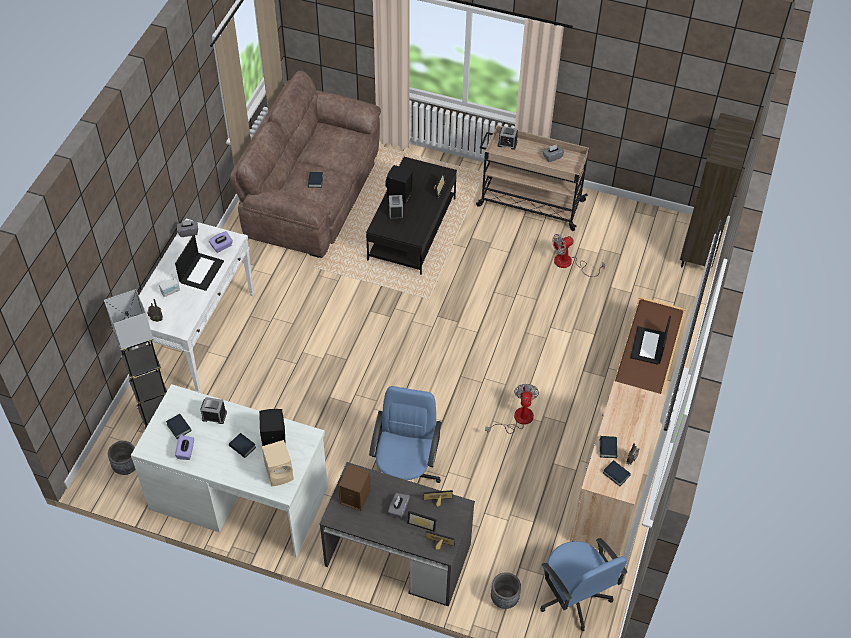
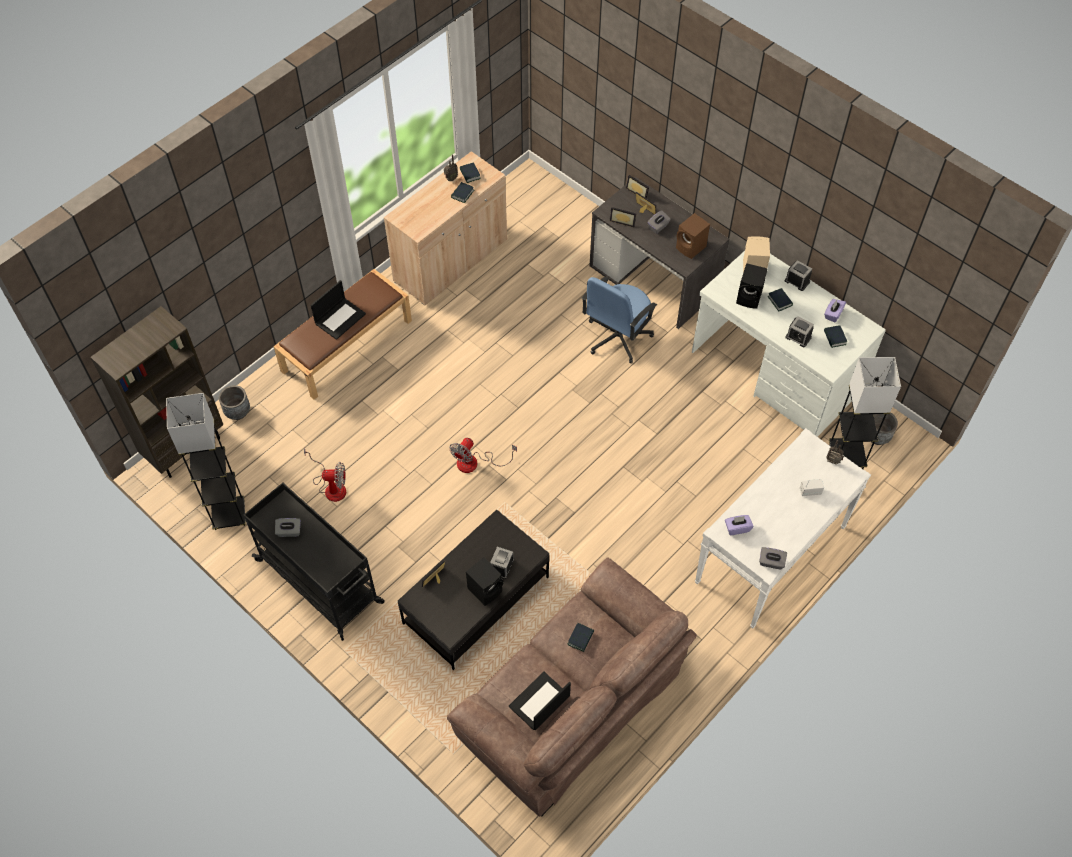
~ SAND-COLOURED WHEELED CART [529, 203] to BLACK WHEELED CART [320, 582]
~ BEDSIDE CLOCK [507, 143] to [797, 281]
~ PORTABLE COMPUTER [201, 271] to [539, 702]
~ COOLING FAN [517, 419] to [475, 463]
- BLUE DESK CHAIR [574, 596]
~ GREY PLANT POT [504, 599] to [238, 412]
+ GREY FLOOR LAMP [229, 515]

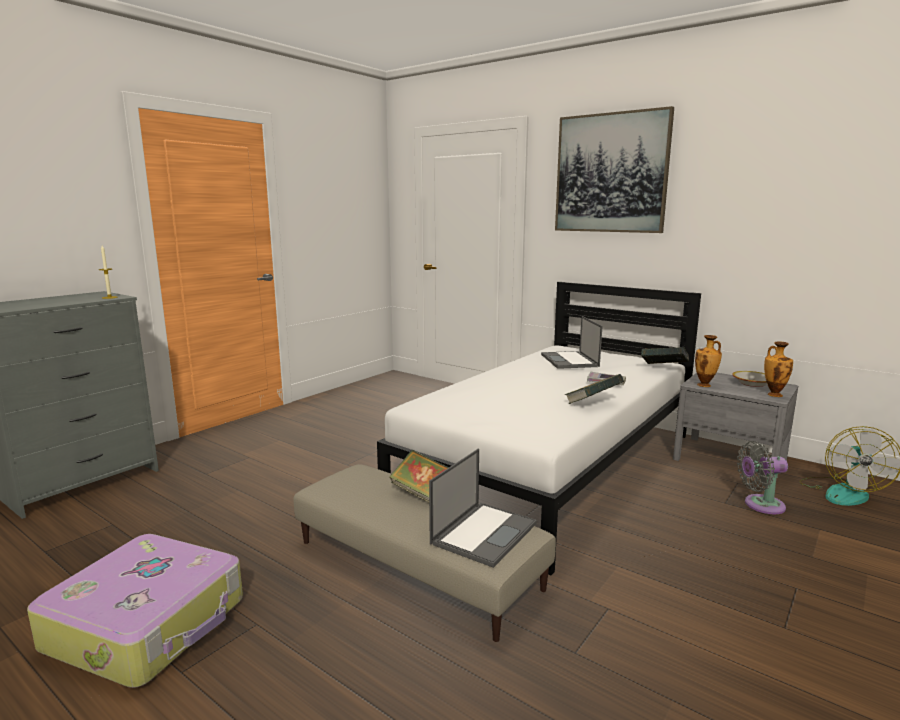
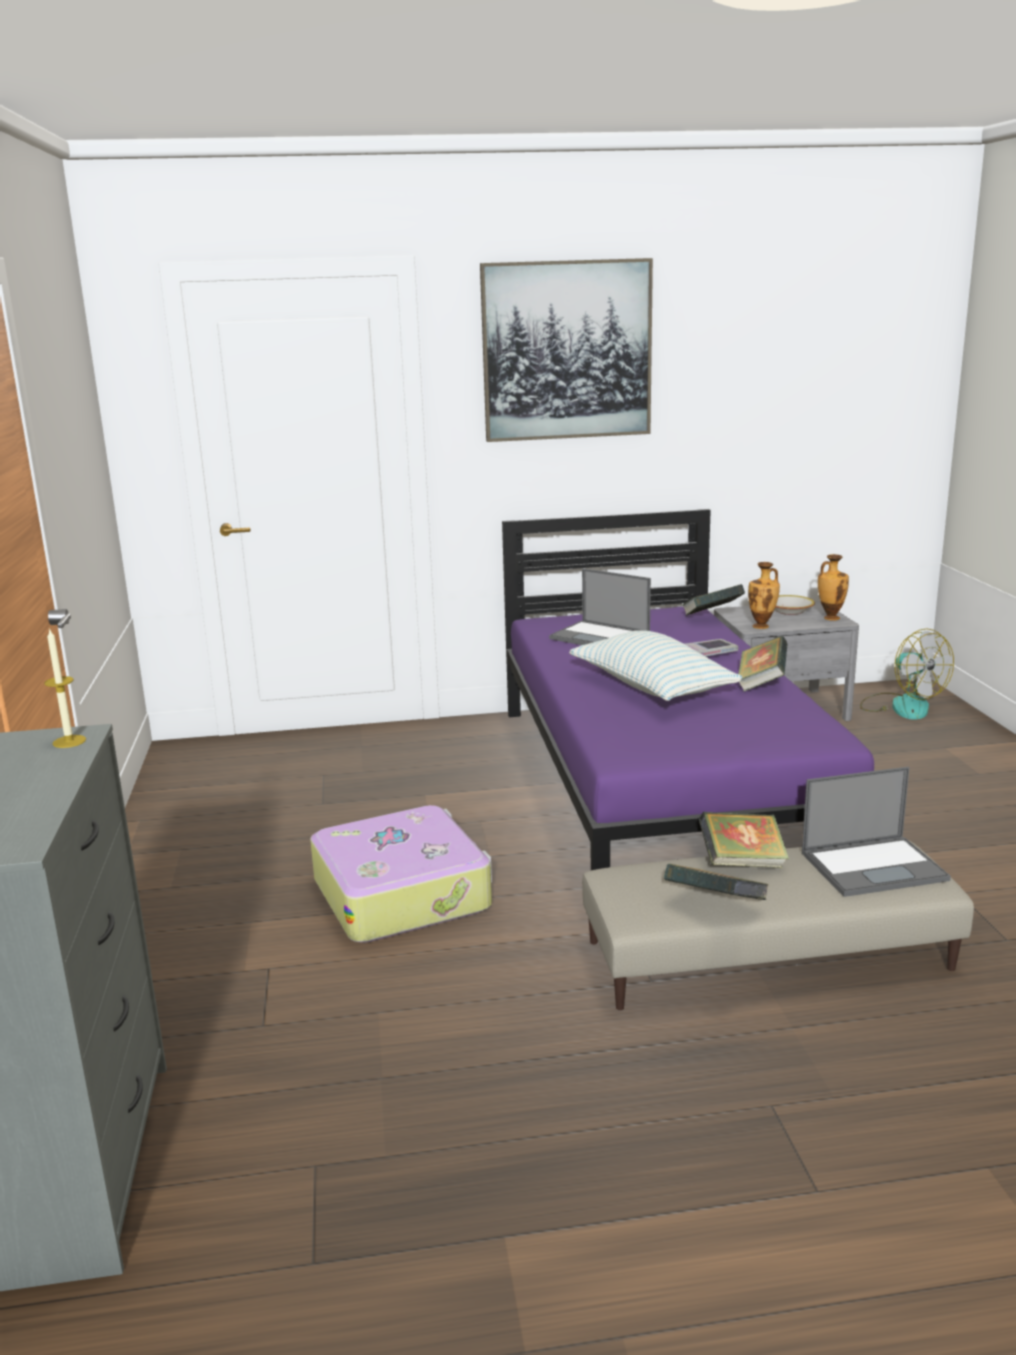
~ WHITE-COLOURED BEDROOM BED [553, 466] to PURPLE-COLOURED BEDROOM BED [660, 788]
- GREY COOLING FAN [760, 505]
~ PORTABLE COMPUTER [484, 533] = [874, 866] 90 degrees clockwise
~ TRAVEL CASE [149, 624] to [403, 893]
+ THROW PILLOW [652, 688]
+ BOOK [715, 906]

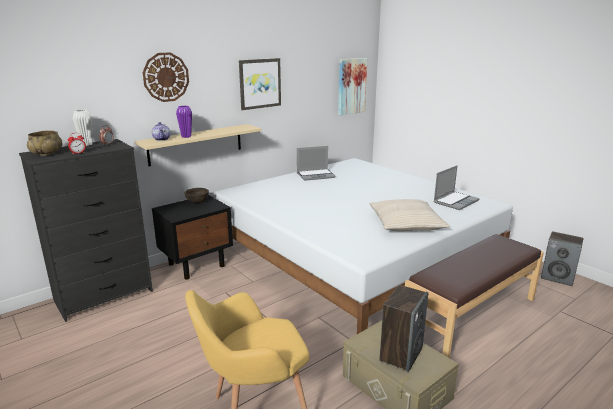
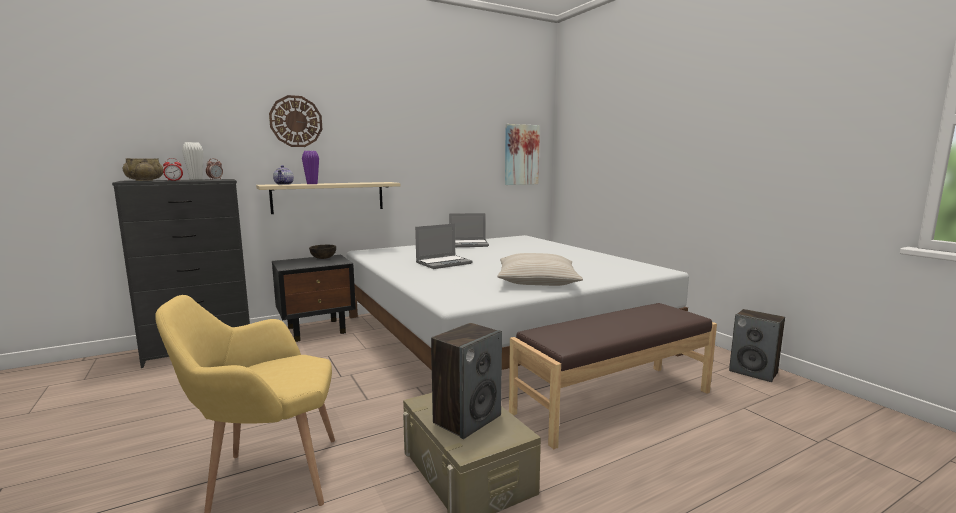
- WALL ART [259, 83]
~ PORTABLE COMPUTER [455, 201] to [444, 263]

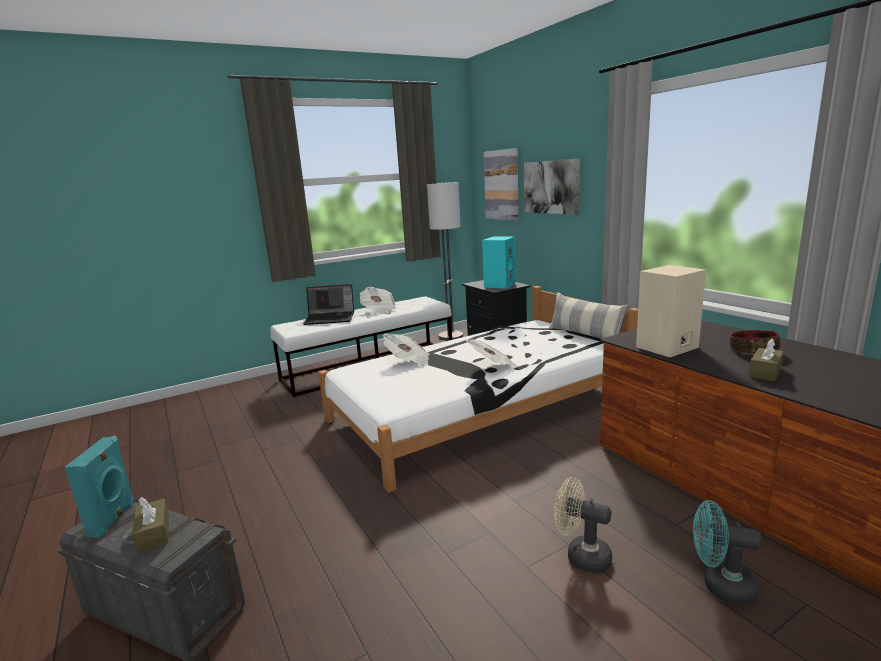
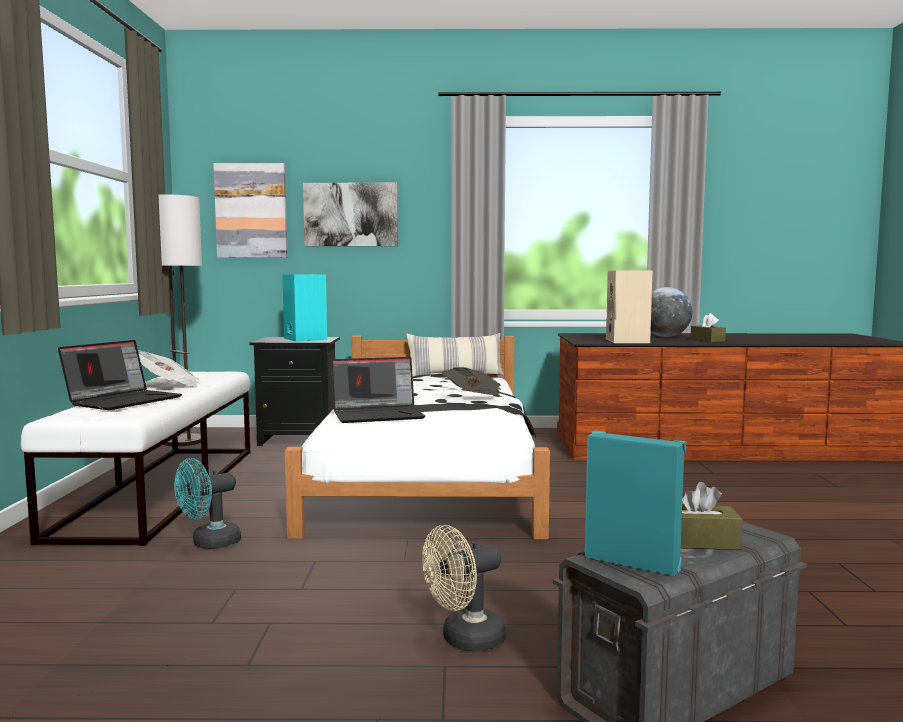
~ SERVING BOWL [753, 350] to WORLD GLOBE [665, 337]
~ DAILY PAPER [408, 361] to PORTABLE COMPUTER [379, 415]
~ SAND-COLOURED COOLING FAN [581, 556] to [464, 640]
~ TURQUOISE-COLOURED COOLING FAN [720, 585] to [209, 543]

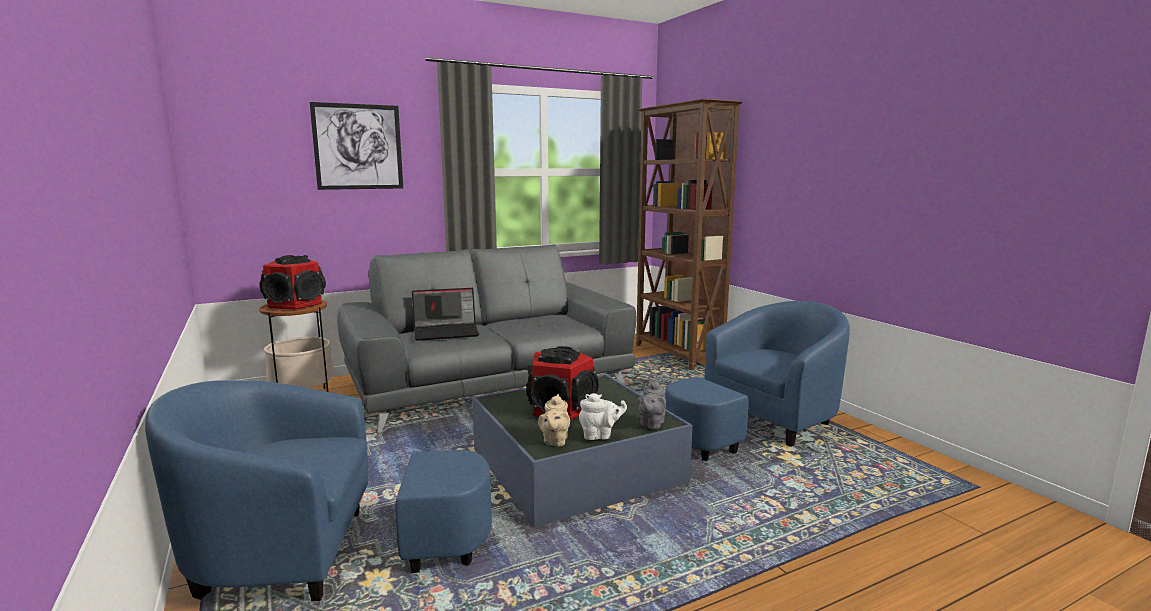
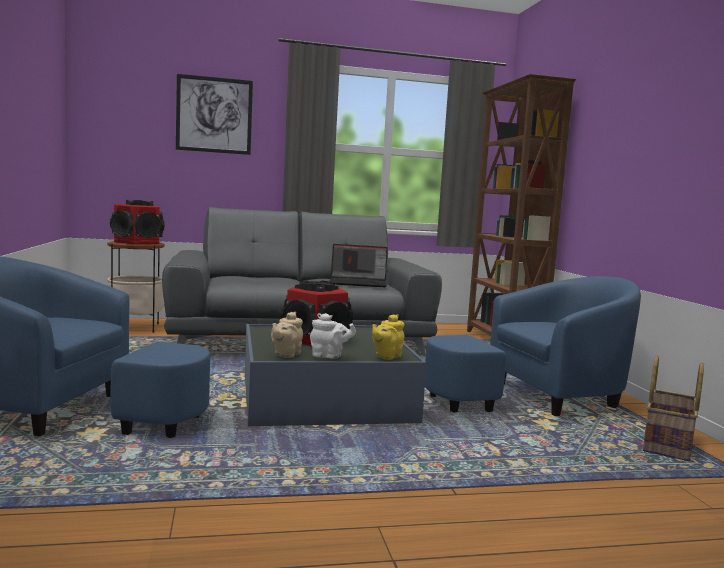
~ PORTABLE COMPUTER [447, 332] to [359, 283]
~ GREY POT FOR TEA [651, 424] to YELLOW-COLOURED POT FOR TEA [386, 356]
+ HOUSEHOLD BASKET [669, 445]

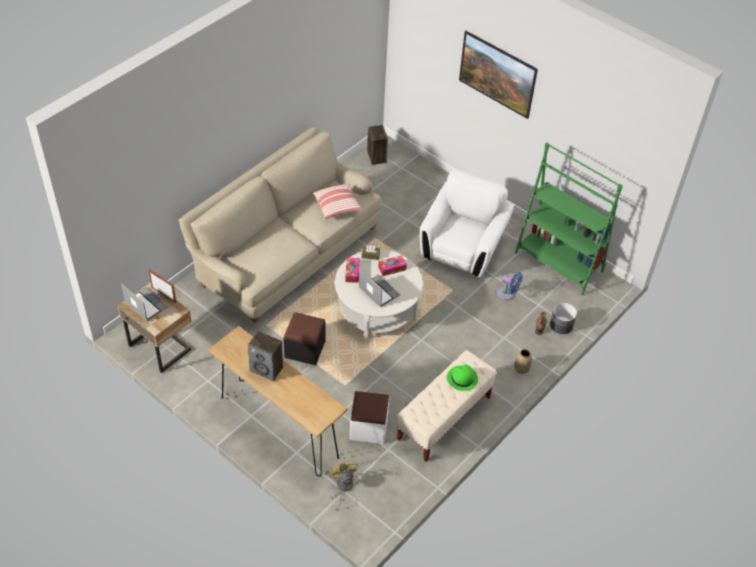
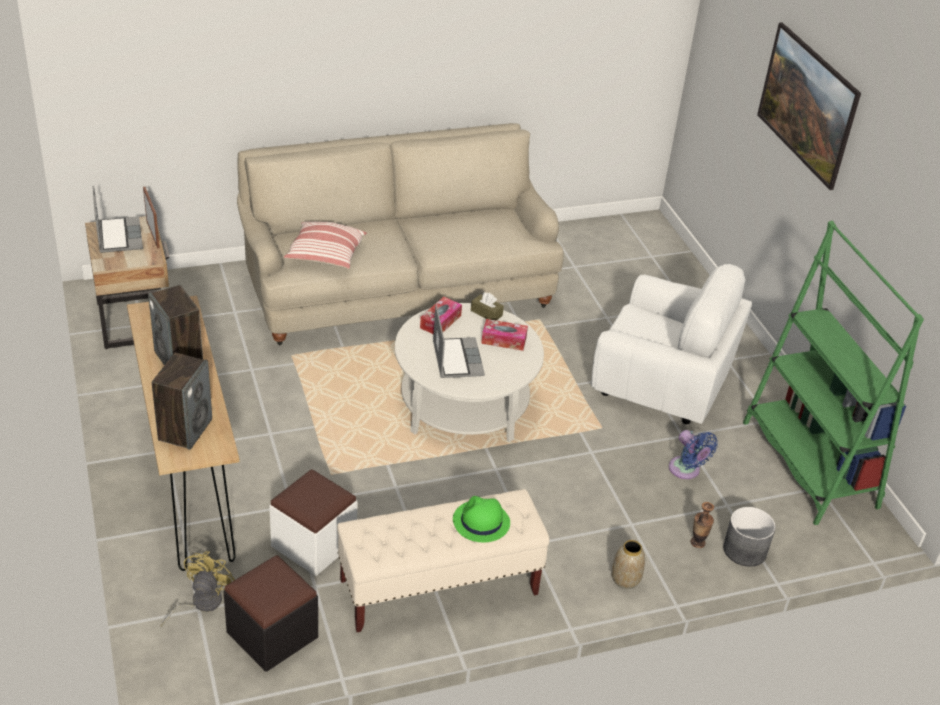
~ AUDIO SPEAKER [376, 157] to [185, 429]
~ WHITE-COLOURED ARMCHAIR [462, 248] = [662, 384] 60 degrees clockwise
~ THROW PILLOW [337, 207] to [325, 256]
~ BLACK OTTOMAN [305, 349] to [272, 634]

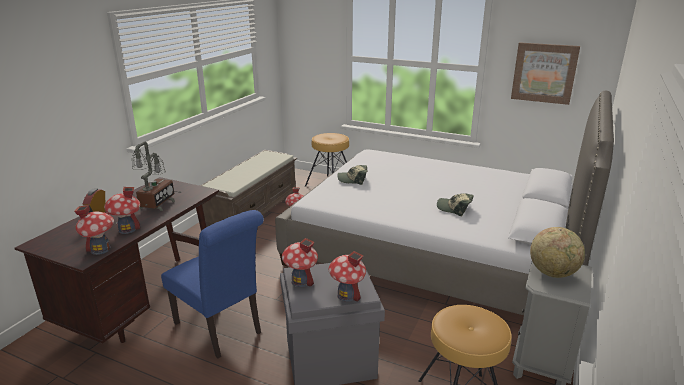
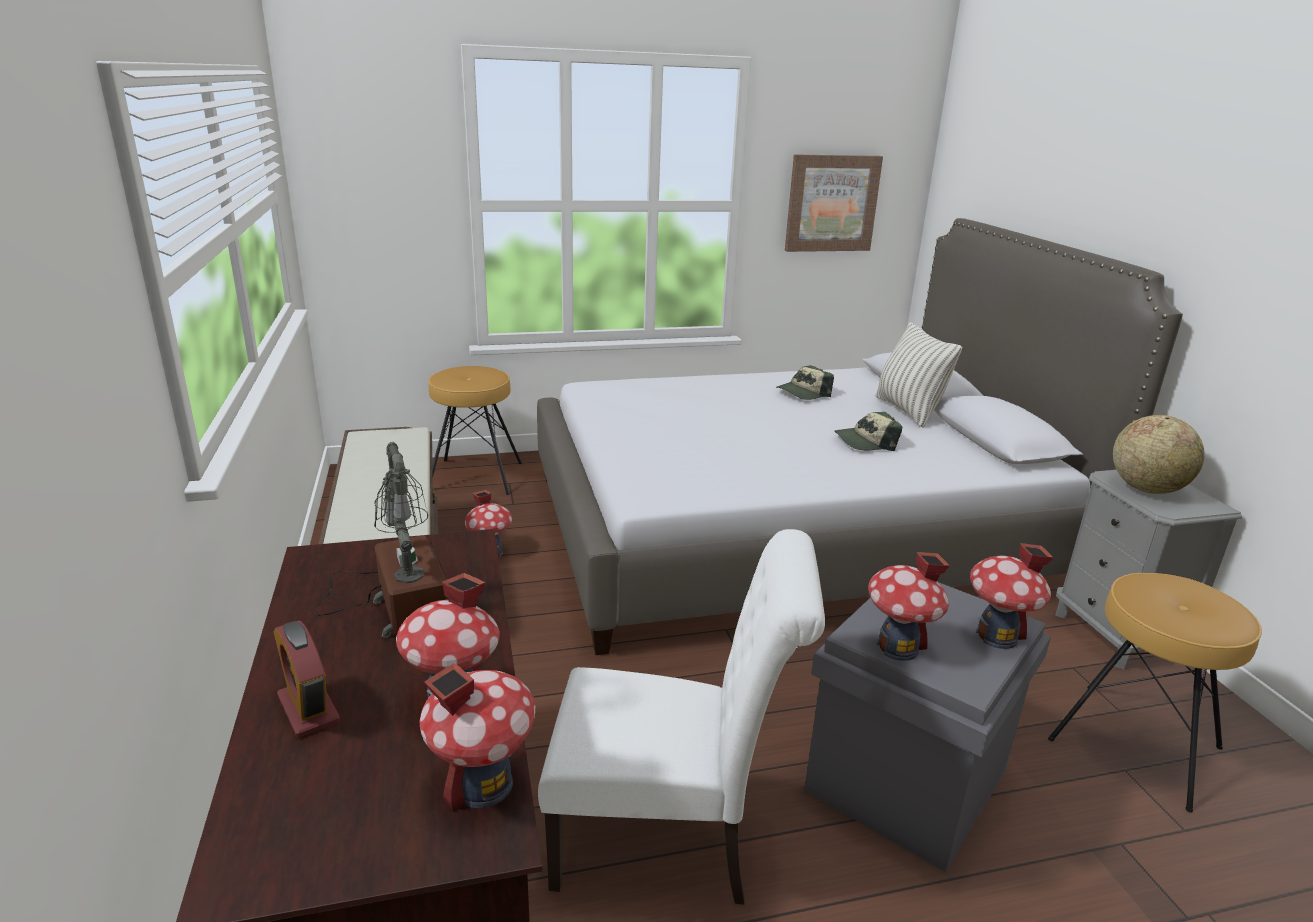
~ BASEBALL CAP [352, 179] to [803, 393]
~ BLUE UPRIGHT CHAIR [221, 330] to WHITE-COLOURED UPRIGHT CHAIR [667, 843]
+ THROW PILLOW [908, 411]

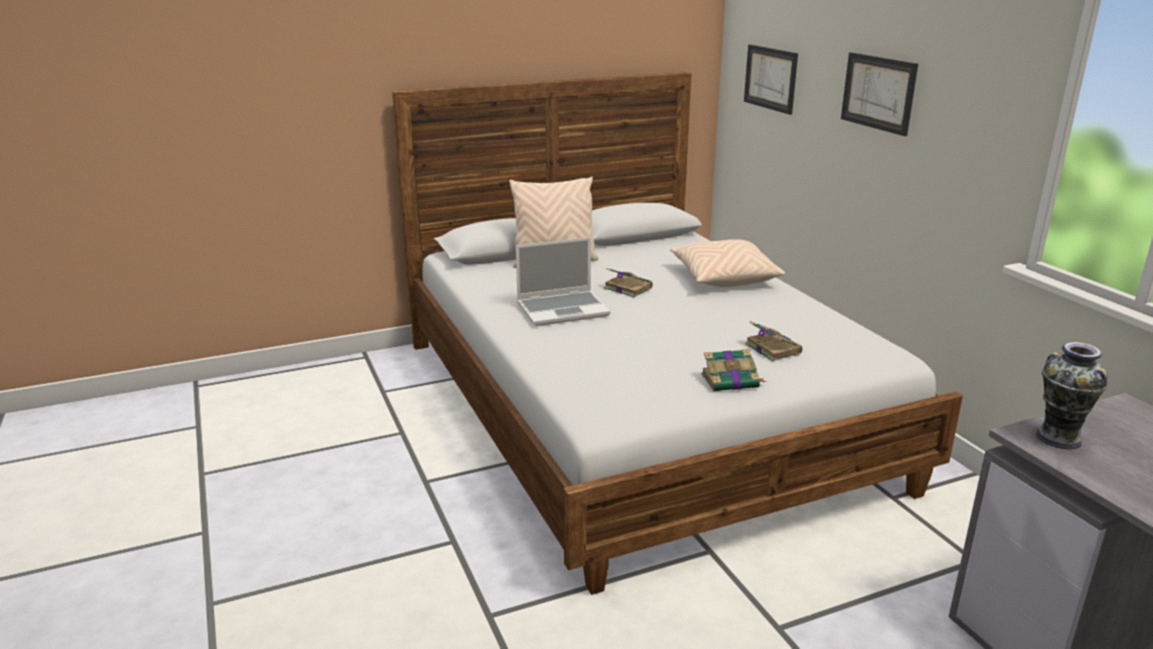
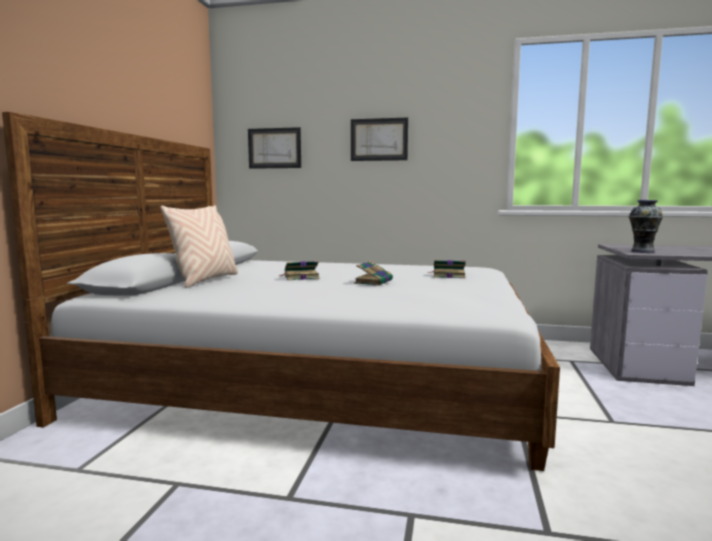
- PORTABLE COMPUTER [563, 309]
- SAND-COLOURED THROW PILLOW [723, 278]
~ BOOK [731, 381] to [374, 281]

